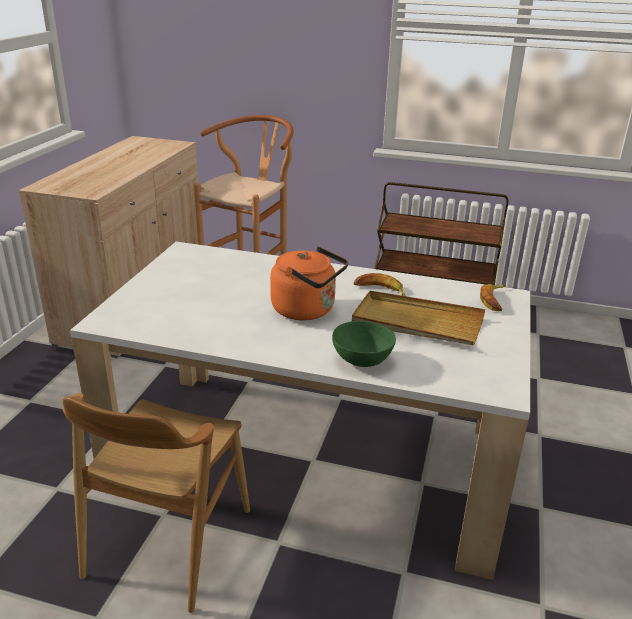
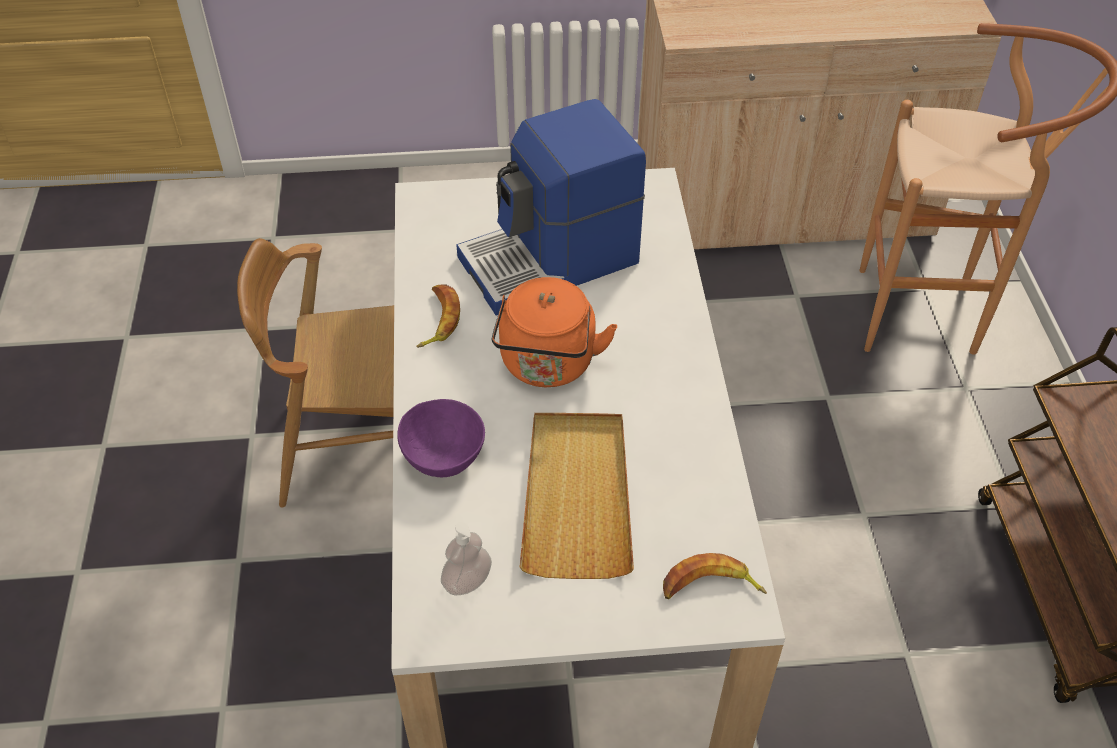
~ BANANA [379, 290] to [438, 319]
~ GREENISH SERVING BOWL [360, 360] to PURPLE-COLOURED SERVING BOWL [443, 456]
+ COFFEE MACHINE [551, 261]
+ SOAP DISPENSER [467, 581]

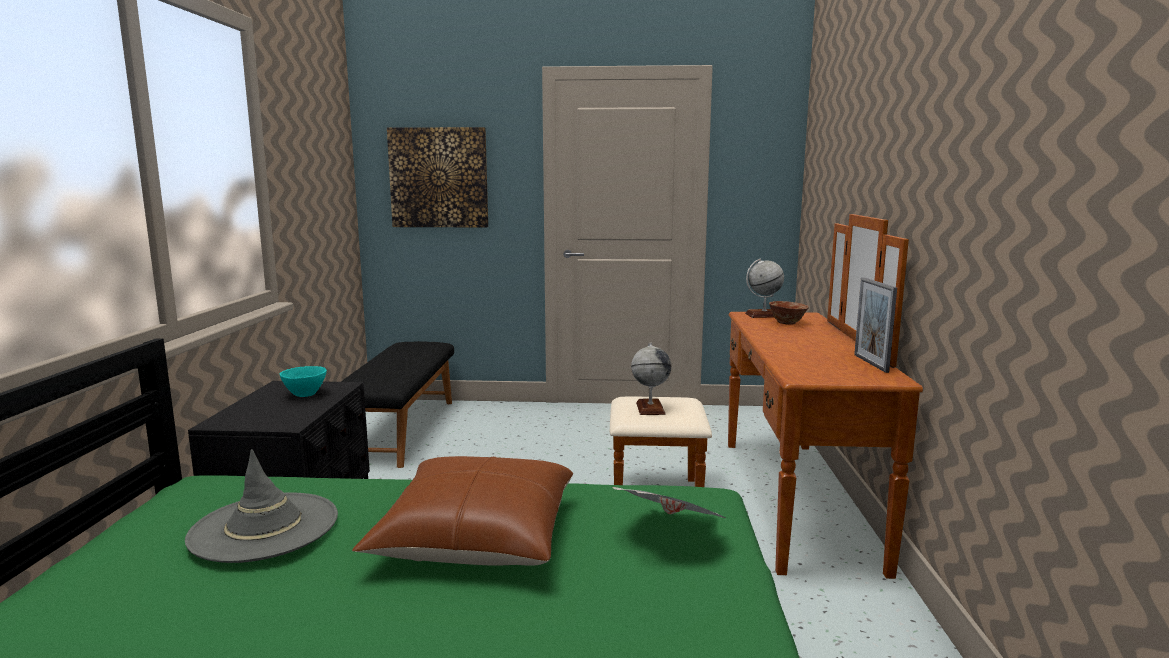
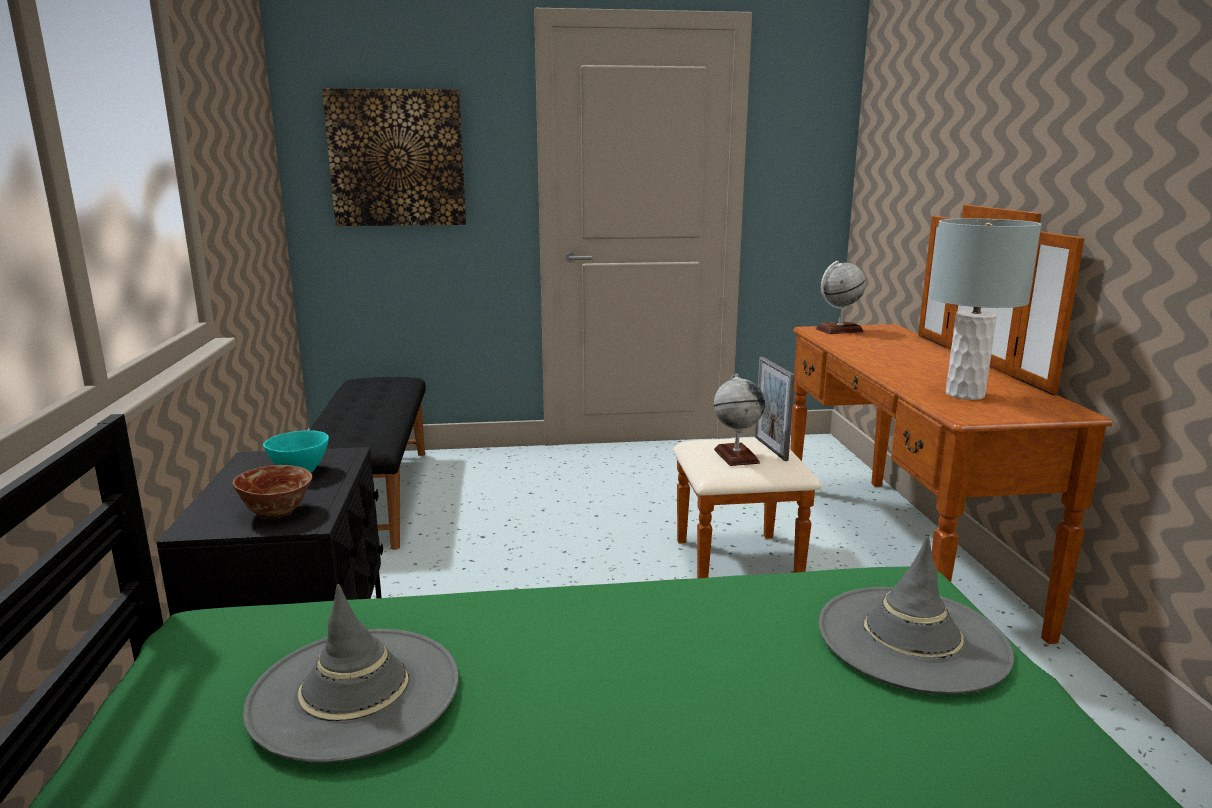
~ STANDING FRAME [870, 363] to [770, 448]
~ SERVING BOWL [787, 323] to [277, 512]
- BROWN-COLOURED THROW PILLOW [476, 536]
~ DAILY PAPER [672, 532] to GREY CLOTHING HAT [911, 638]
+ GREY TABLETOP LAMP [965, 395]

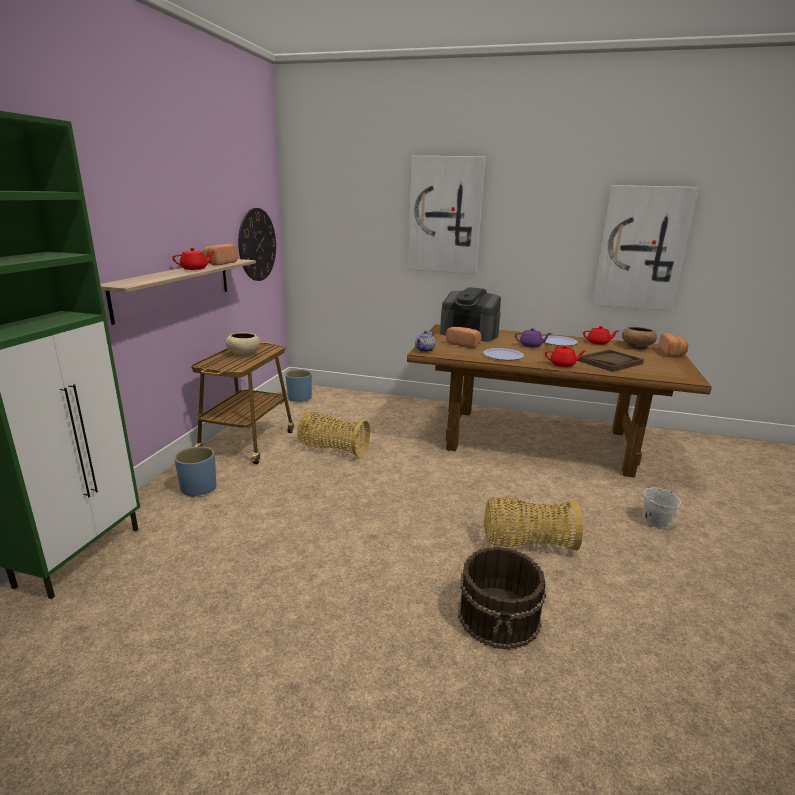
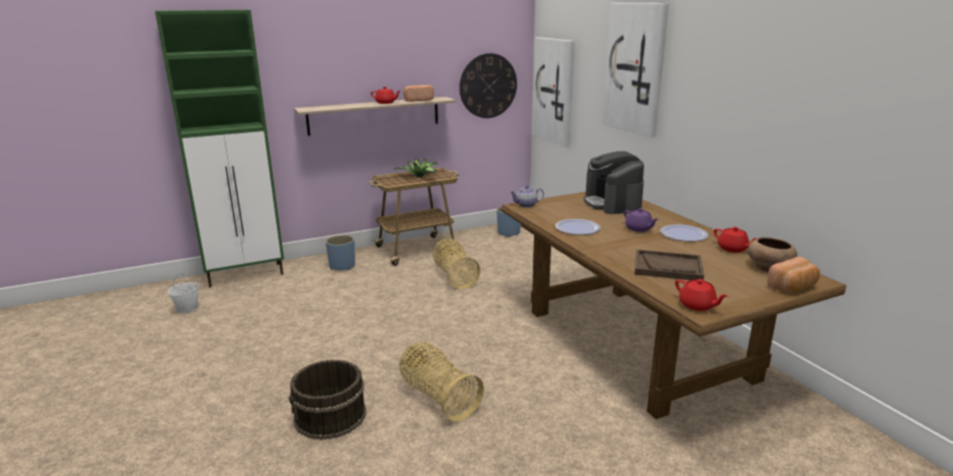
~ WALL ART [641, 249] to [554, 91]
- BAKED BREAD [464, 344]
~ SAND-COLOURED SERVING BOWL [244, 354] to HOUSEPLANT [420, 176]
~ REDDISH POT FOR TEA [563, 364] to [697, 305]
~ WHITE-COLOURED WATER BUCKET [655, 521] to [188, 309]

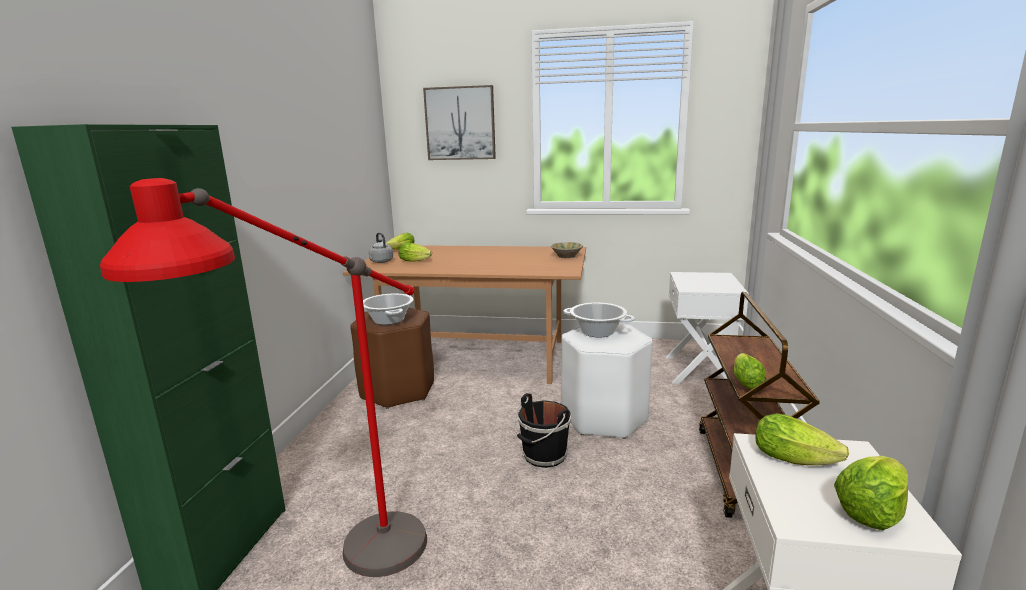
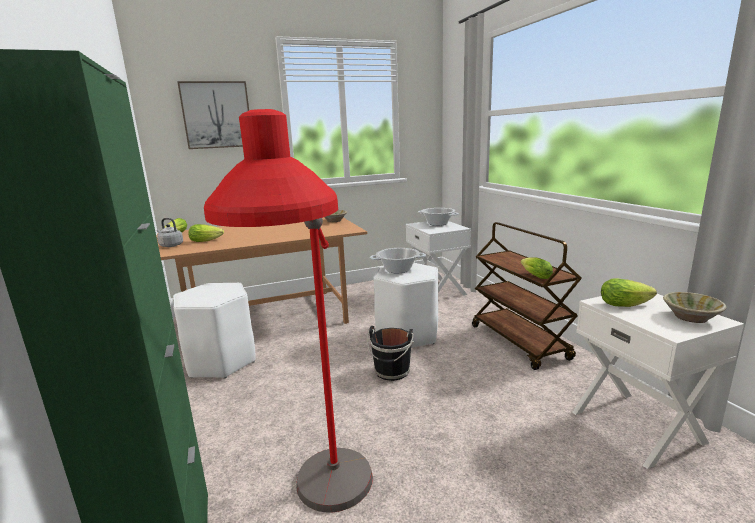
~ STOCKPOT [389, 320] to [438, 223]
~ BROWN-COLOURED STOOL SEAT [397, 391] to WHITE-COLOURED STOOL SEAT [221, 362]
~ LETTUCE HEAD [871, 512] to SAND-COLOURED SERVING BOWL [690, 317]

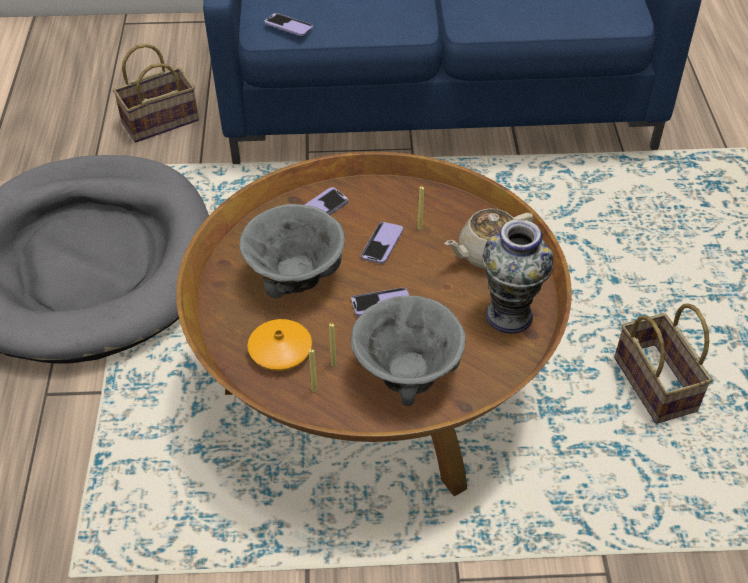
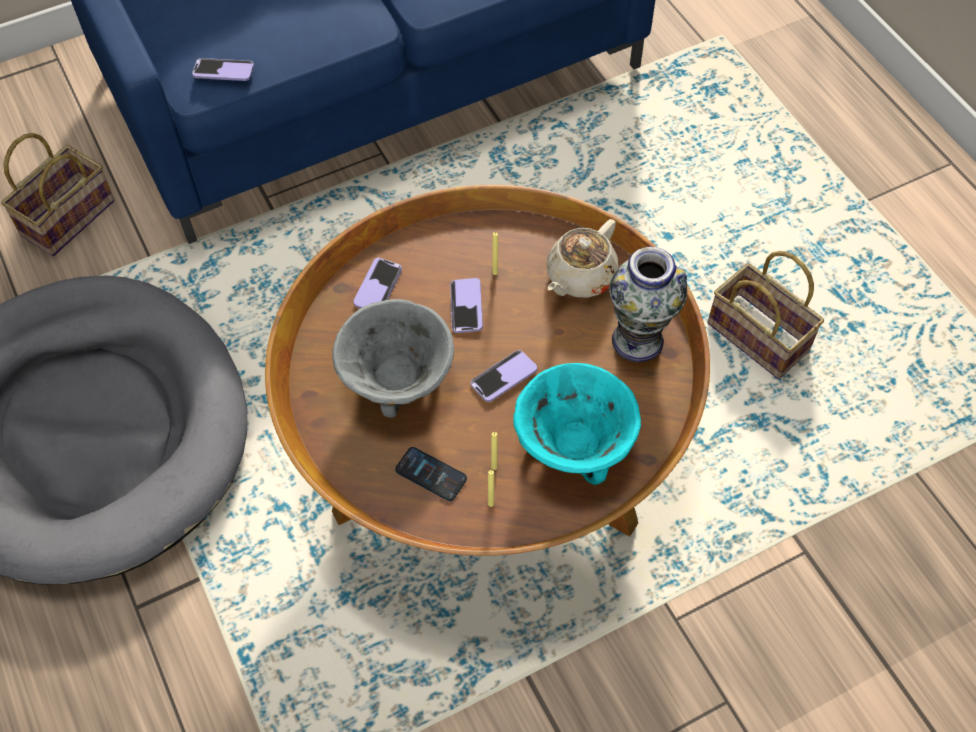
~ GREY SERVING BOWL [408, 374] to TURQUOISE-COLOURED SERVING BOWL [574, 447]
~ ORANGE-COLOURED DECORATIVE VASE [280, 351] to TELEPHONE [431, 474]

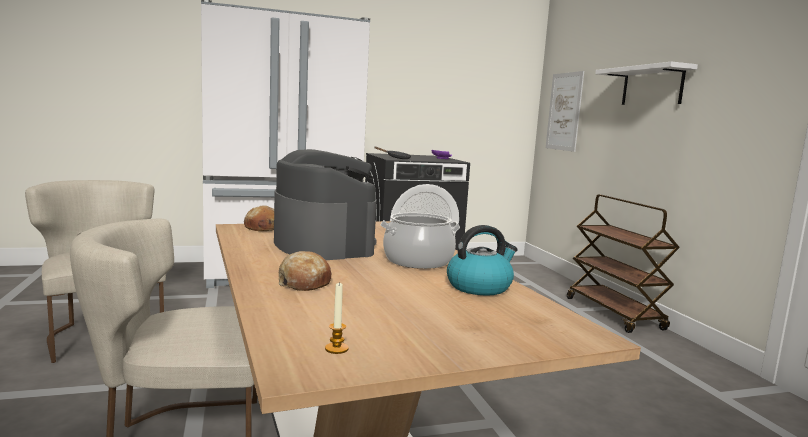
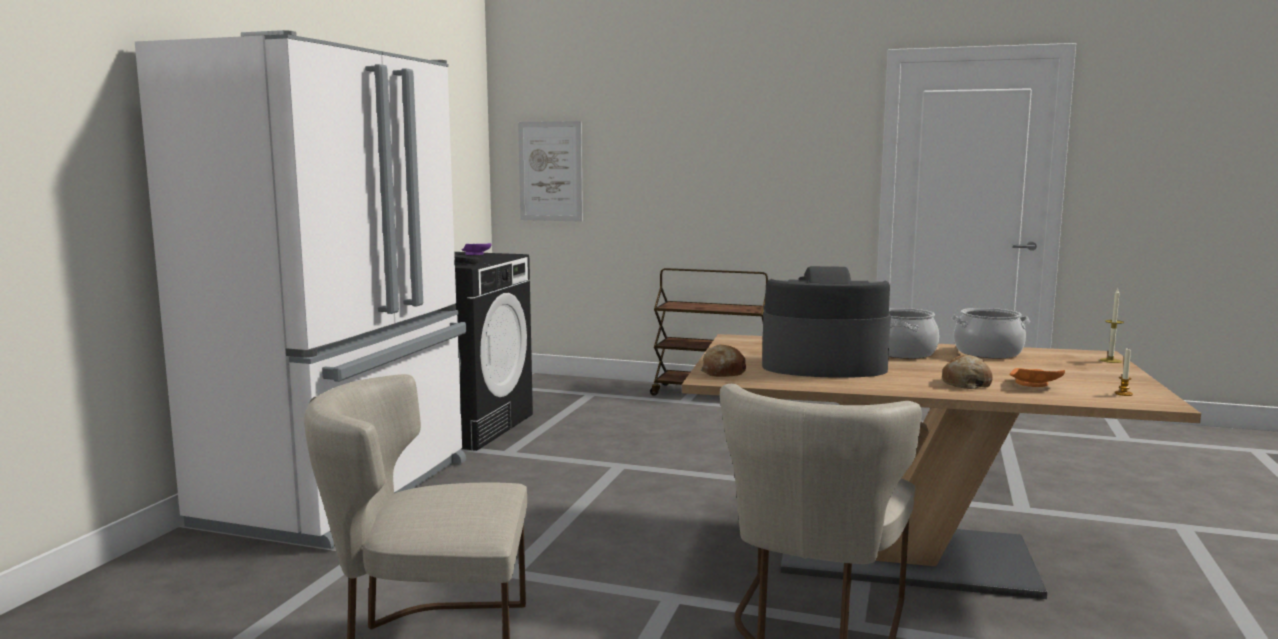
- WHITE-COLOURED BRACKET SHELF [652, 86]
~ TEA KETTLE [479, 287] to STOCKPOT [988, 353]
+ CANDLE [1110, 360]
+ ORANGE-COLOURED DINNER PLATE [1032, 385]

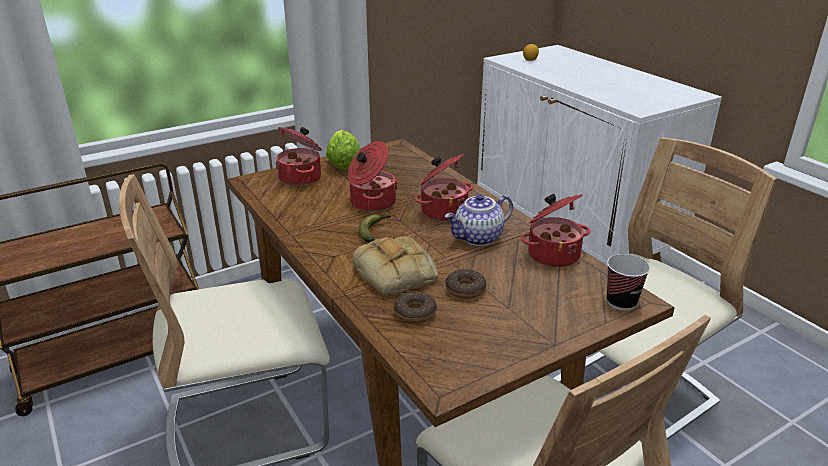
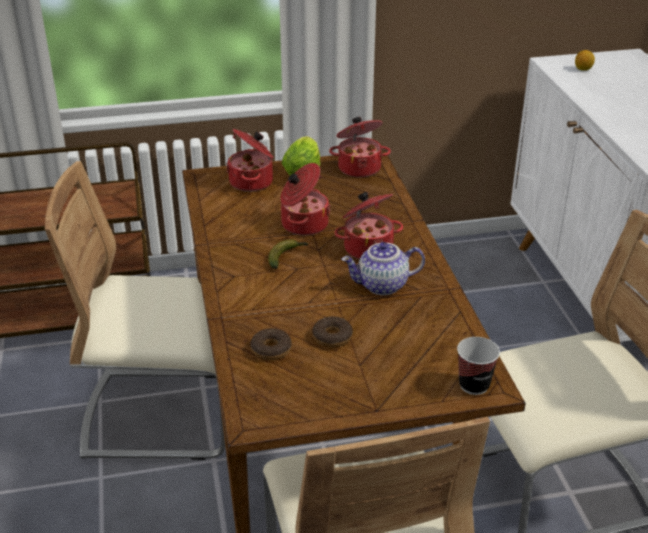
~ STOCKPOT [552, 254] to [359, 167]
- BAKED BREAD [396, 273]

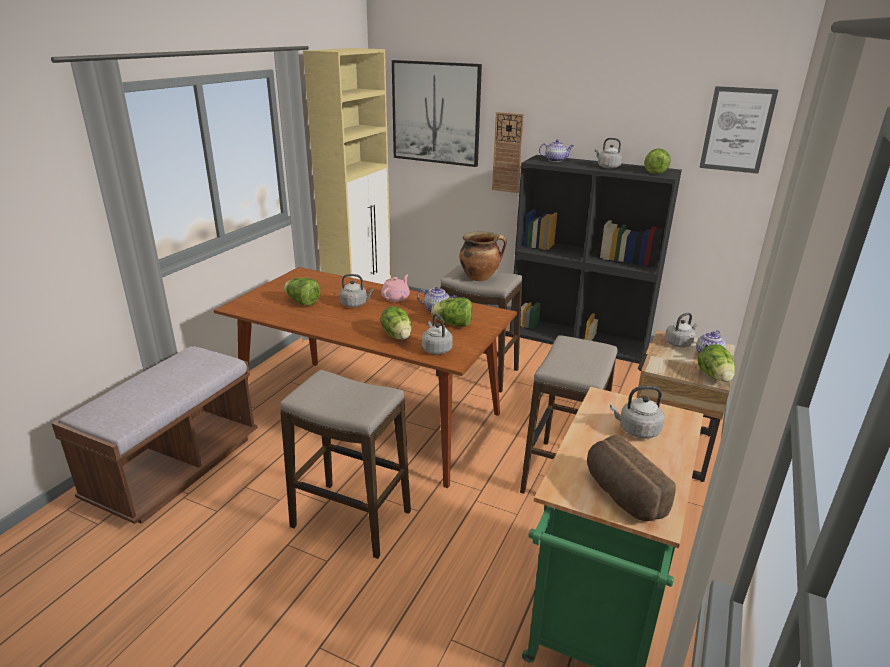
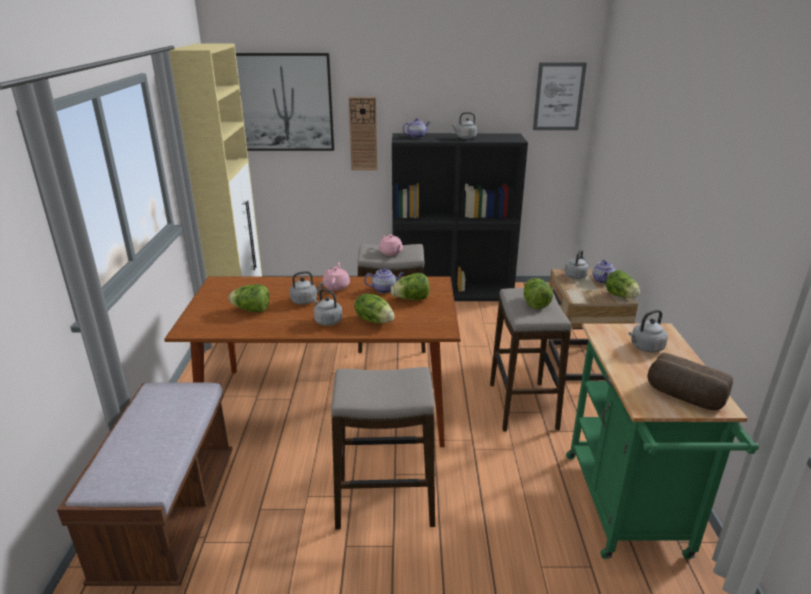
~ LETTUCE HEAD [655, 172] to [535, 303]
~ STOCKPOT [480, 277] to PINK-COLOURED POT FOR TEA [391, 253]
~ GREY TEA KETTLE [436, 349] to [327, 321]

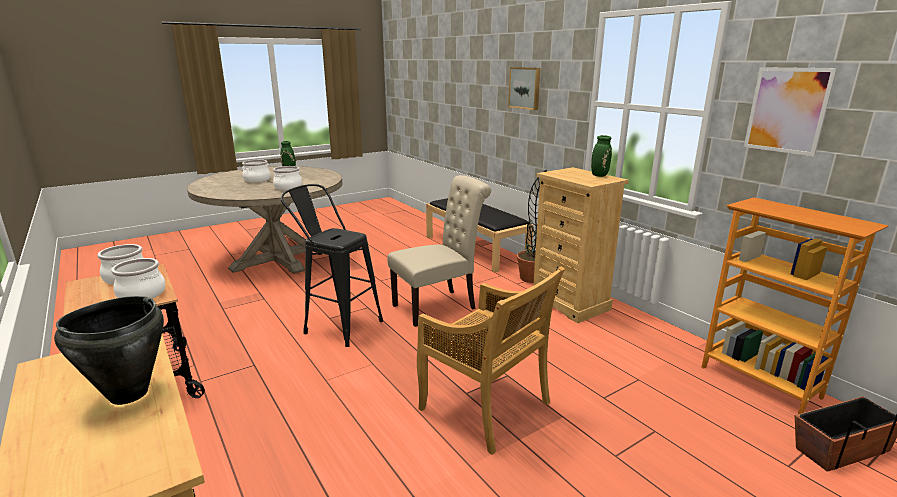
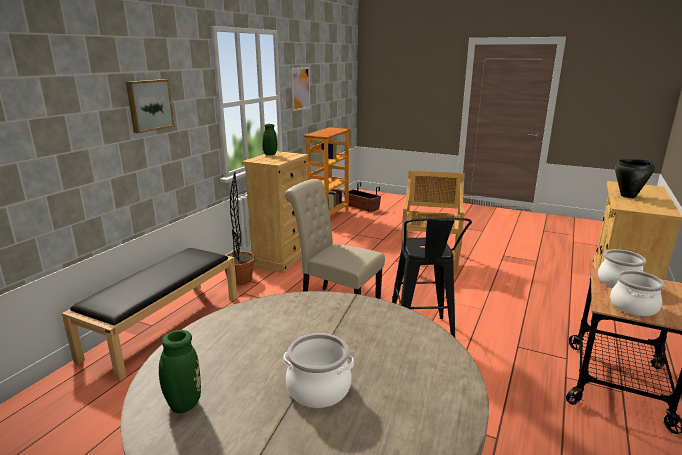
- STOCKPOT [288, 187]

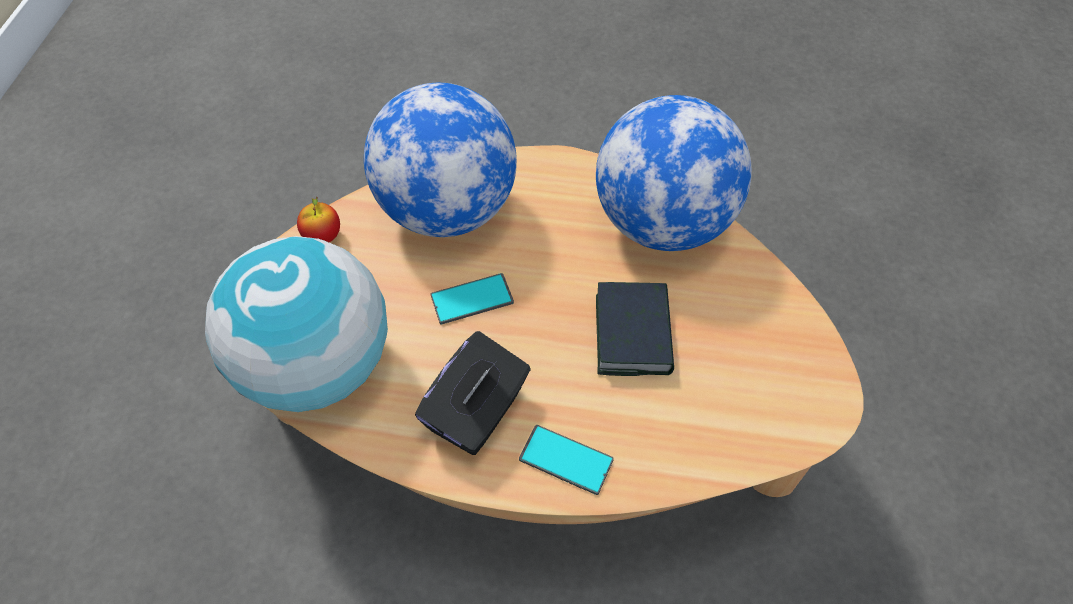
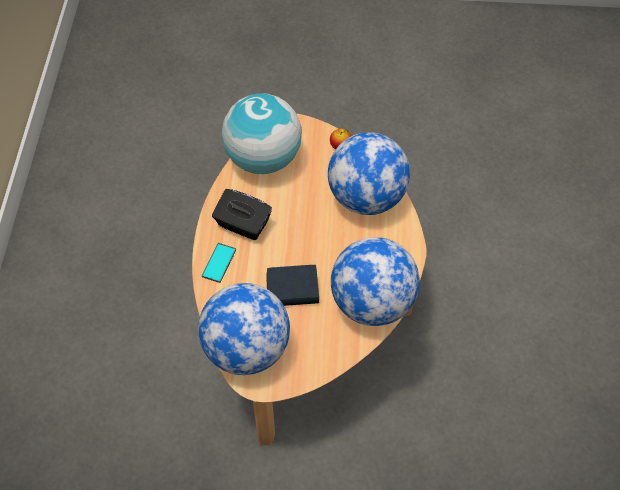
- TELEPHONE [472, 299]
+ WORLD GLOBE [246, 349]

